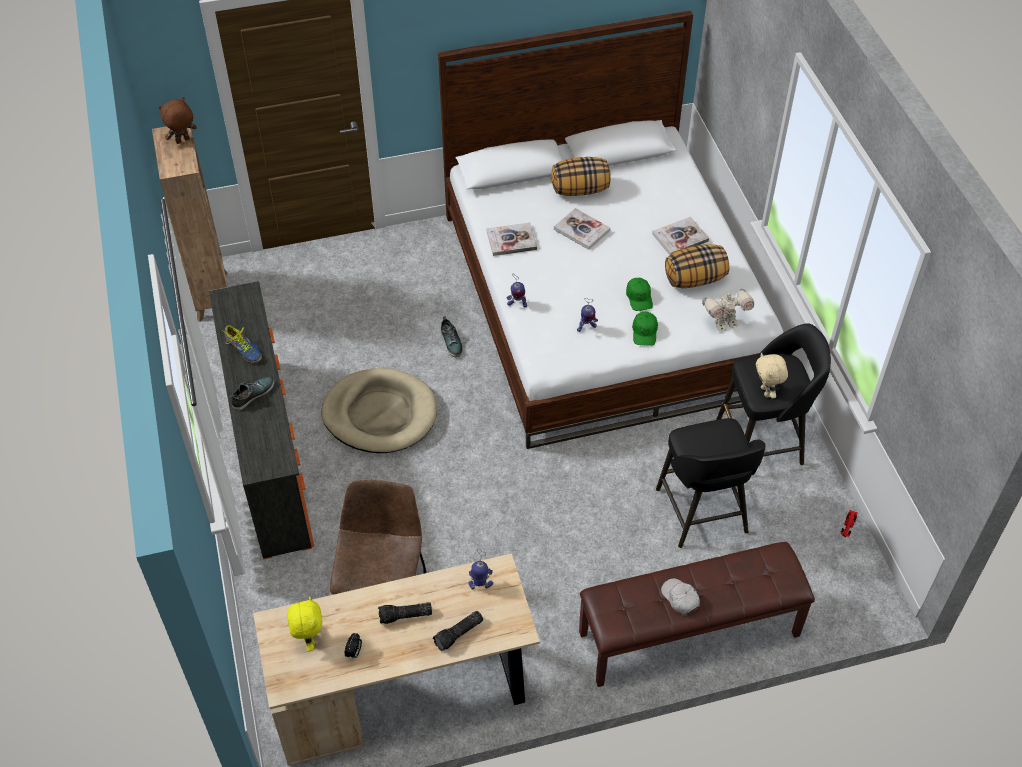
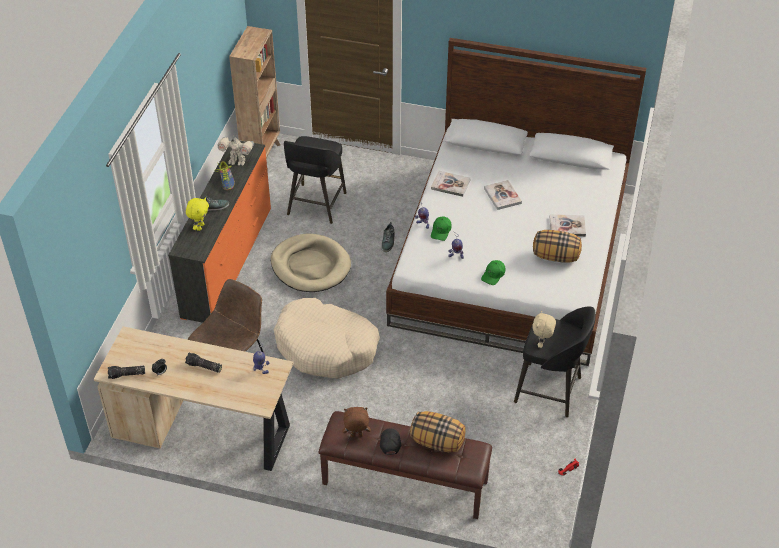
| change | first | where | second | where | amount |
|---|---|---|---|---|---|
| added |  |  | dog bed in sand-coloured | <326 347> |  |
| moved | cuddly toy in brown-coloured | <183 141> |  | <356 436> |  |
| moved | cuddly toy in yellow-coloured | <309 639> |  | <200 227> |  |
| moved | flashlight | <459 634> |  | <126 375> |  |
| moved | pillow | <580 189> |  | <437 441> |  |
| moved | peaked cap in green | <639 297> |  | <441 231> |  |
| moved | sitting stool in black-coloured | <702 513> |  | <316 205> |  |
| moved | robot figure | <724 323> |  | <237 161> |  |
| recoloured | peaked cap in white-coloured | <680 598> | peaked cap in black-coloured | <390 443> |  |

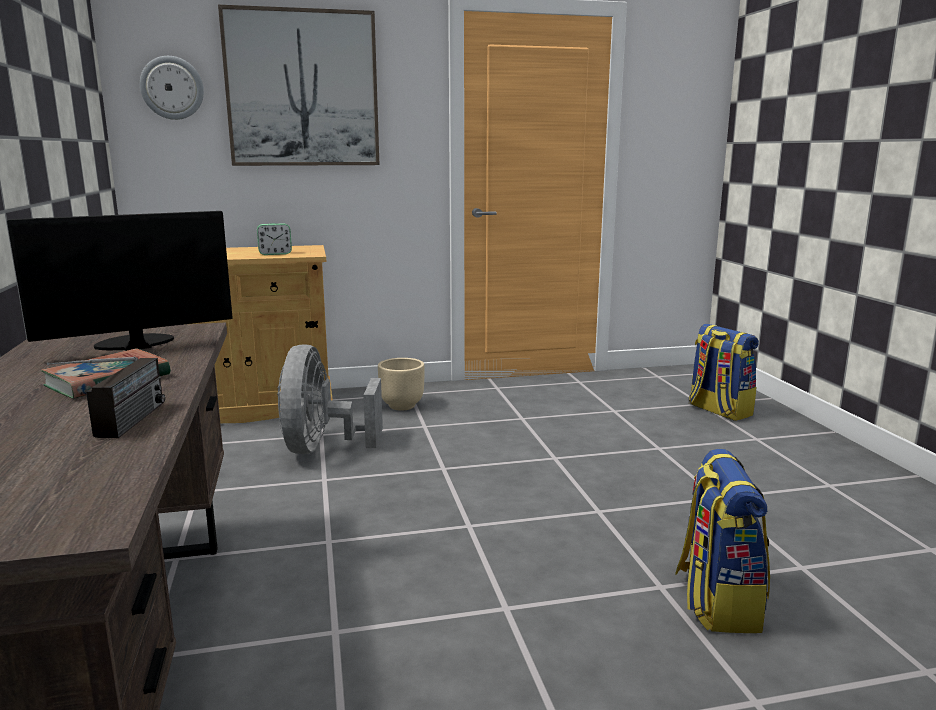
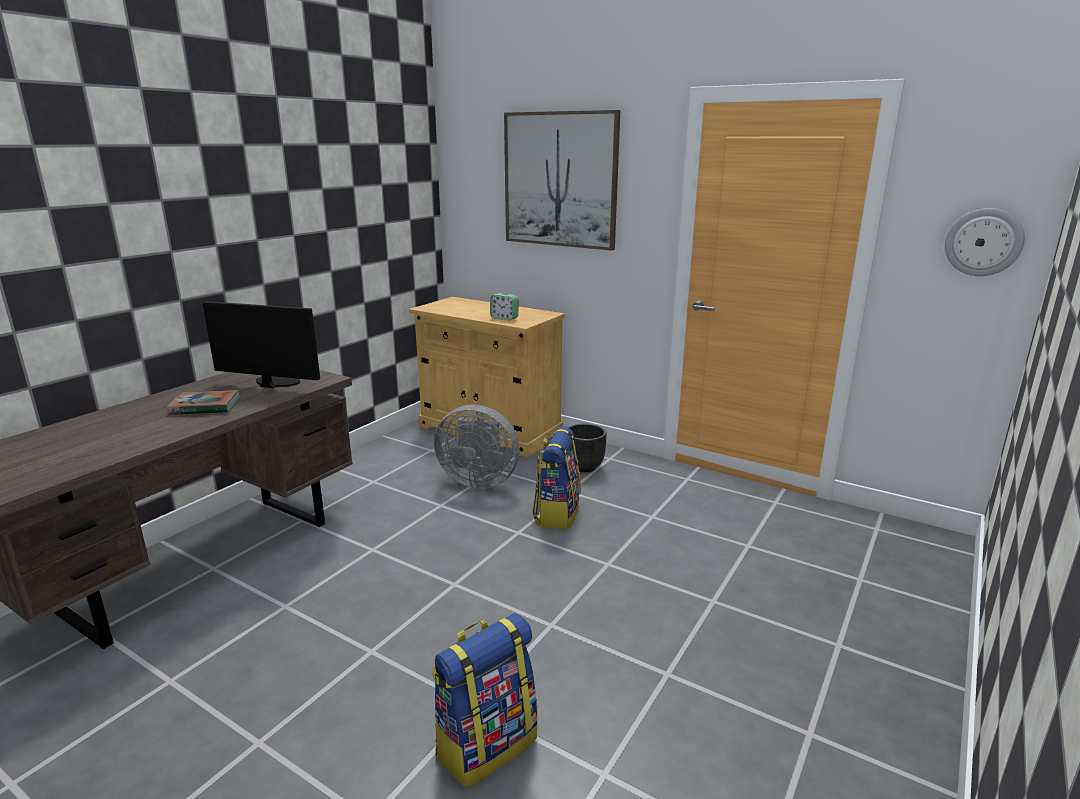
| change | first | where | second | where | amount |
|---|---|---|---|---|---|
| removed | radio | <120 429> |  |  |  |
| moved | hanging clock | <172 88> |  | <983 242> |  |
| moved | rucksack | <718 410> |  | <556 513> |  |
| recoloured | planter in sand-coloured | <401 406> | planter in black-coloured | <584 467> |  |
| turned | cooling fan in gray | <322 448> |  | <478 480> | 120 degrees counterclockwise |

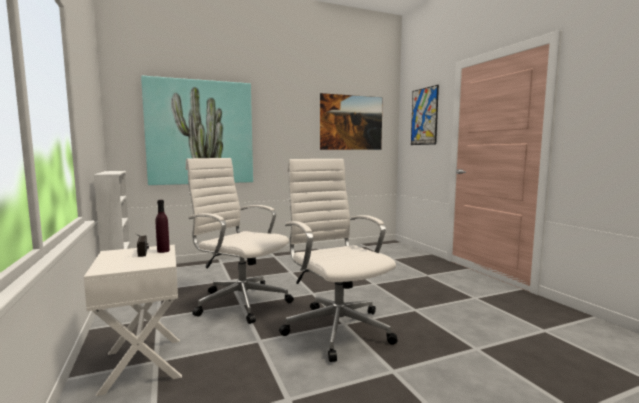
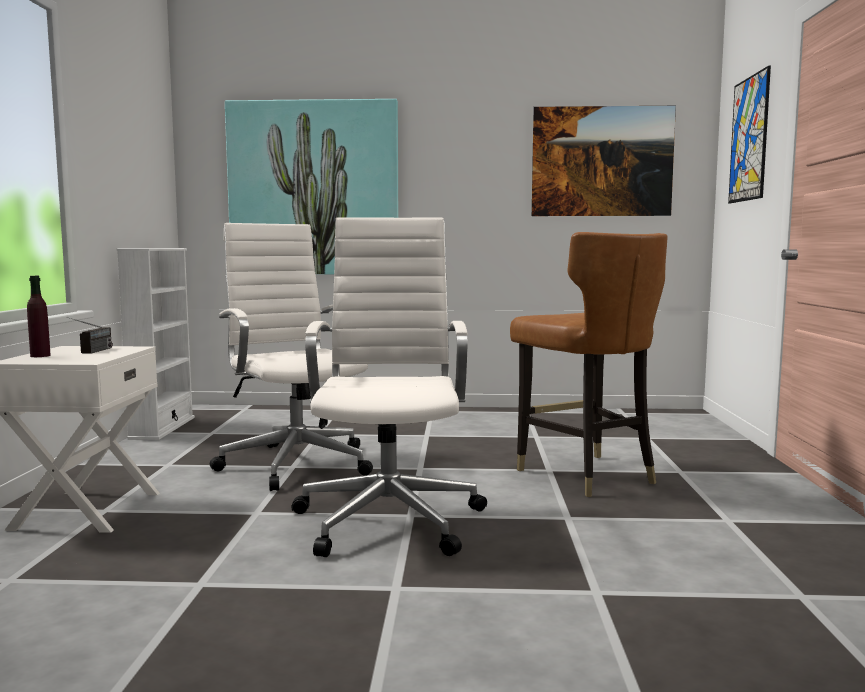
| change | first | where | second | where | amount |
|---|---|---|---|---|---|
| added |  |  | upright chair in brown-coloured | <585 475> |  |
| moved | bottle in purplish | <163 251> |  | <40 356> |  |

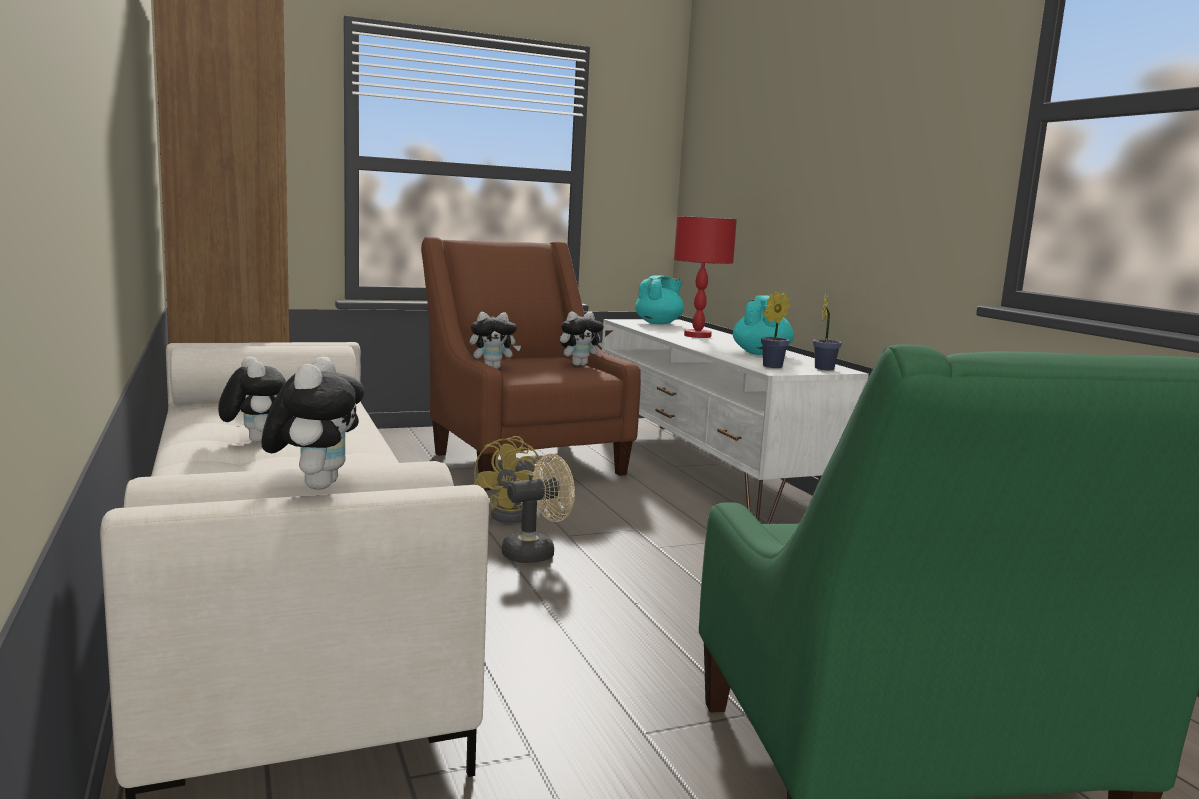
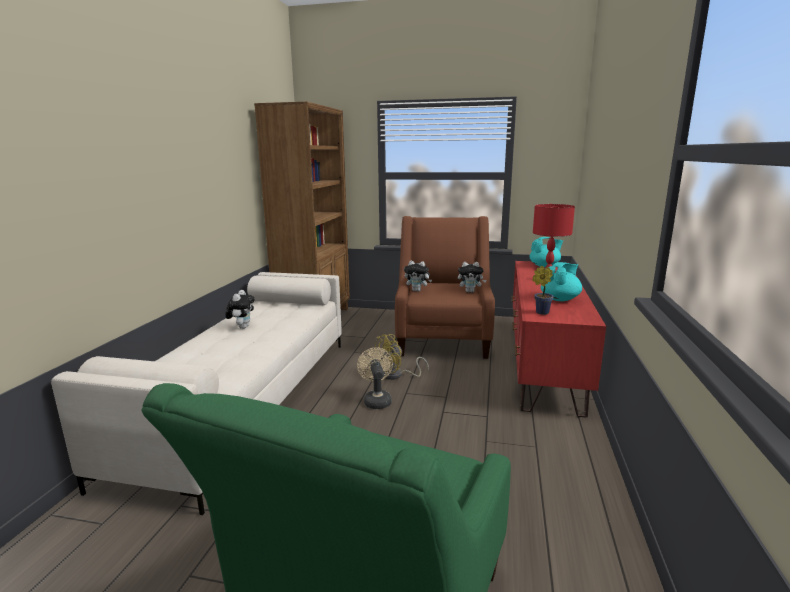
| change | first | where | second | where | amount |
|---|---|---|---|---|---|
| removed | cuddly toy | <315 485> |  |  |  |
| removed | plant in a pot | <824 368> |  |  |  |
| recoloured | tv stand in white-coloured | <705 469> | tv stand in reddish | <543 362> |  |
| turned | cooling fan in sand-coloured | <536 552> |  | <376 400> | 105 degrees counterclockwise |

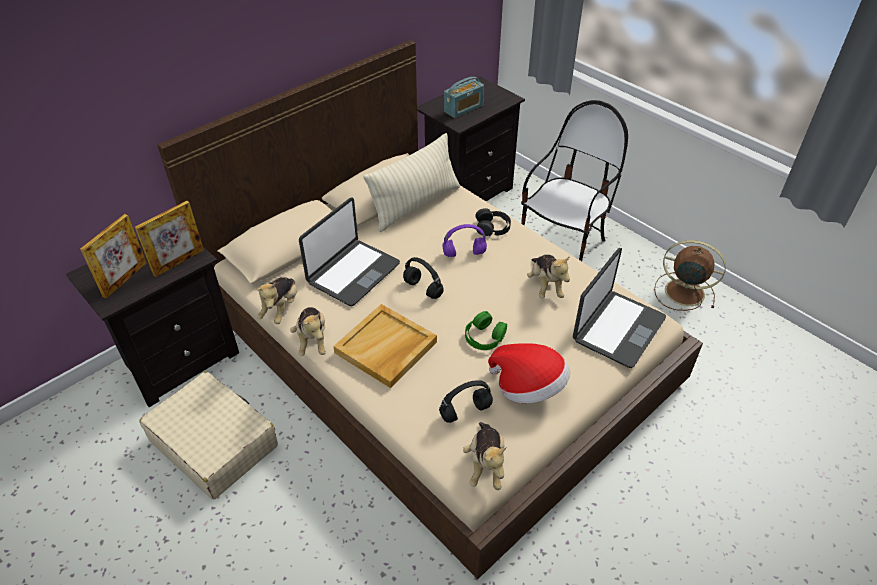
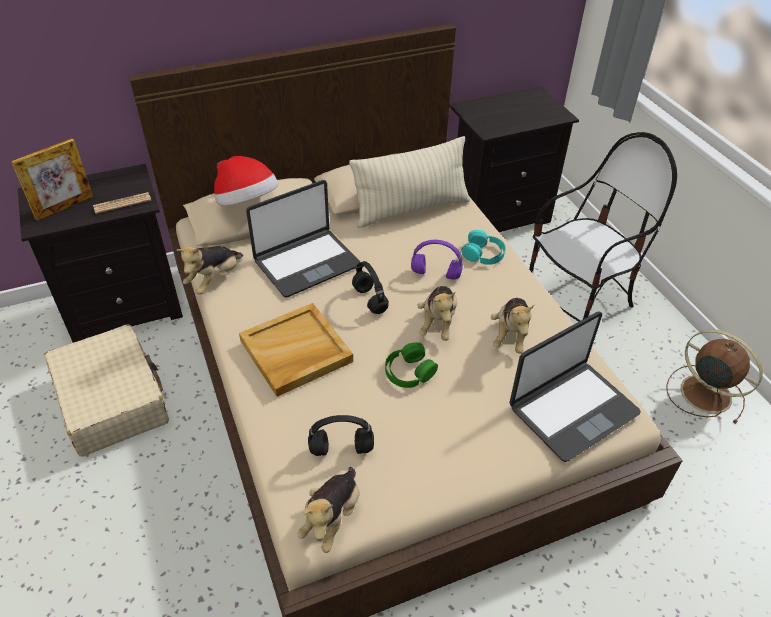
| change | first | where | second | where | amount |
|---|---|---|---|---|---|
| removed | radio | <463 108> |  |  |  |
| moved | cuddly toy | <312 340> |  | <437 323> |  |
| moved | clothing hat | <528 387> |  | <247 203> |  |
| replaced | photo frame | <179 262> | daily paper | <122 203> |  |
| recoloured | headset in black-coloured | <492 227> | headset in turquoise-coloured | <483 254> |  |

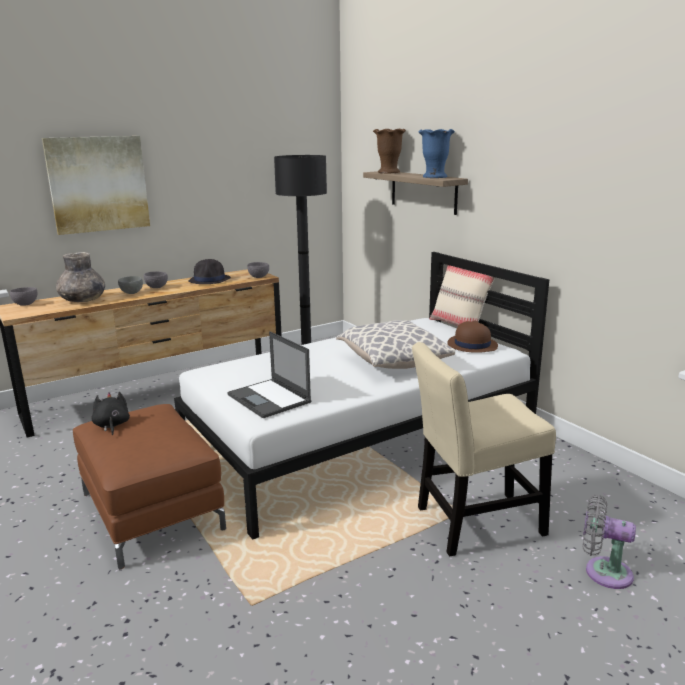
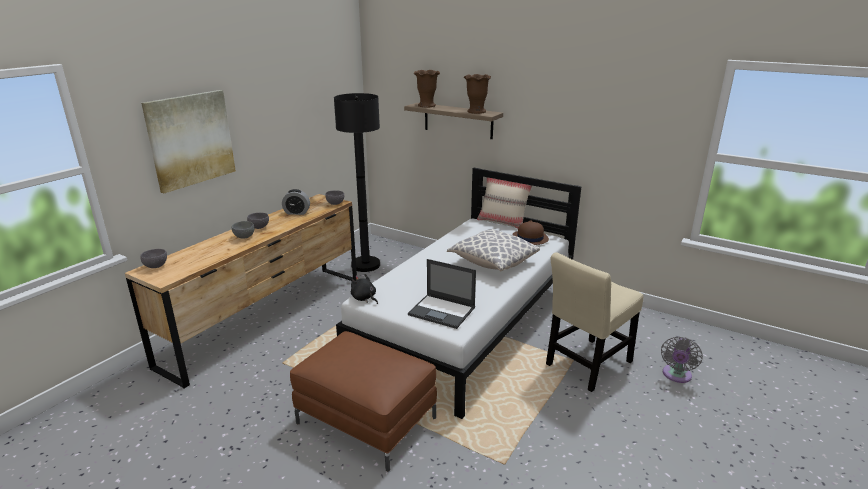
| change | first | where | second | where | amount |
|---|---|---|---|---|---|
| removed | decorative vase in gray | <82 300> |  |  |  |
| moved | cuddly toy in black-coloured | <111 425> |  | <364 298> |  |
| replaced | clothing hat in black-coloured | <210 280> | bedside clock | <297 212> |  |
| recoloured | decorative vase in blue-coloured | <434 177> | decorative vase in brown-coloured | <476 111> |  |
| turned | cooling fan in gray | <603 572> |  | <676 376> | 60 degrees counterclockwise |

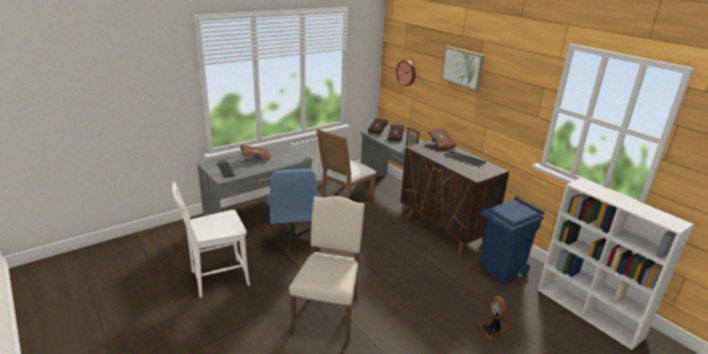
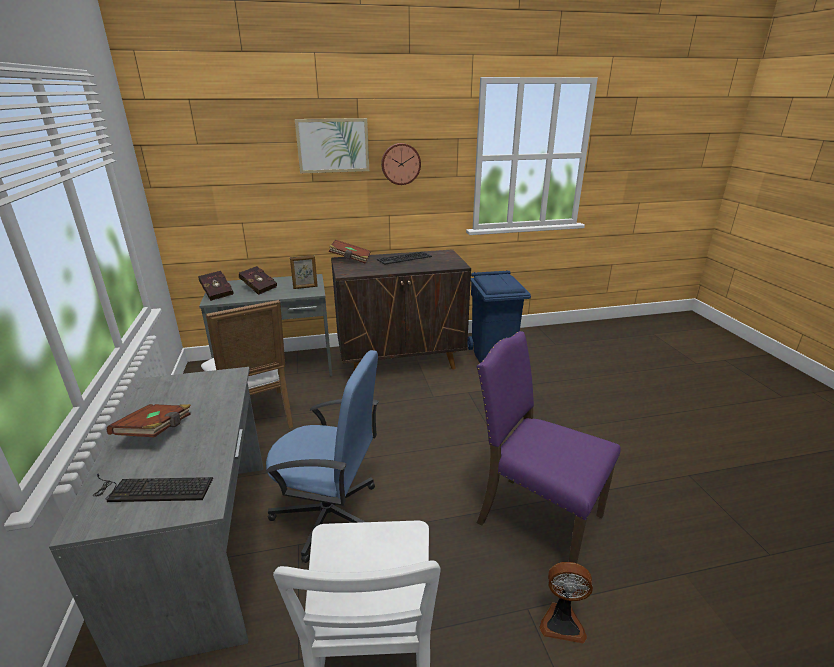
| change | first | where | second | where | amount |
|---|---|---|---|---|---|
| removed | bookshelf in white-coloured | <589 313> |  |  |  |
| moved | hanging clock | <407 72> |  | <400 164> |  |
| moved | cooling fan | <491 331> |  | <562 621> |  |
| recoloured | upright chair in sand-coloured | <328 313> | upright chair in purplish | <536 519> |  |

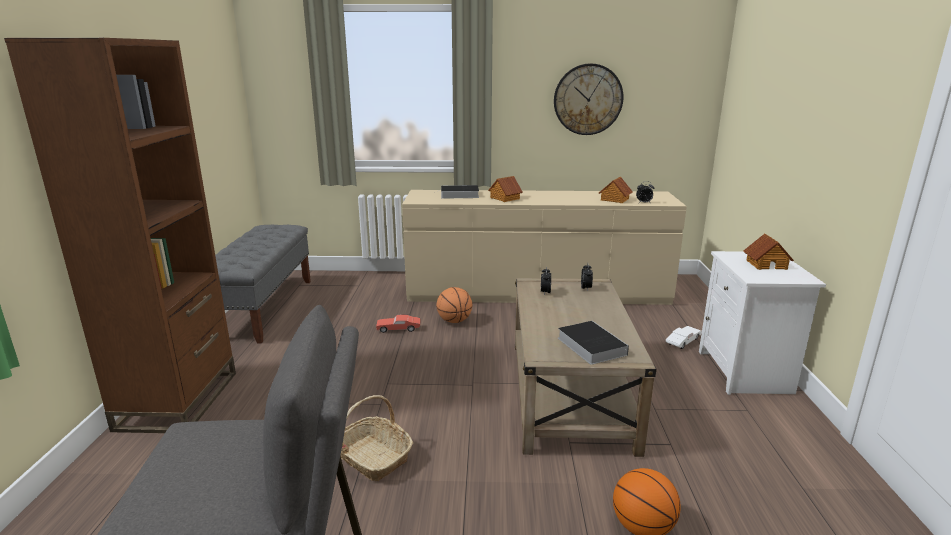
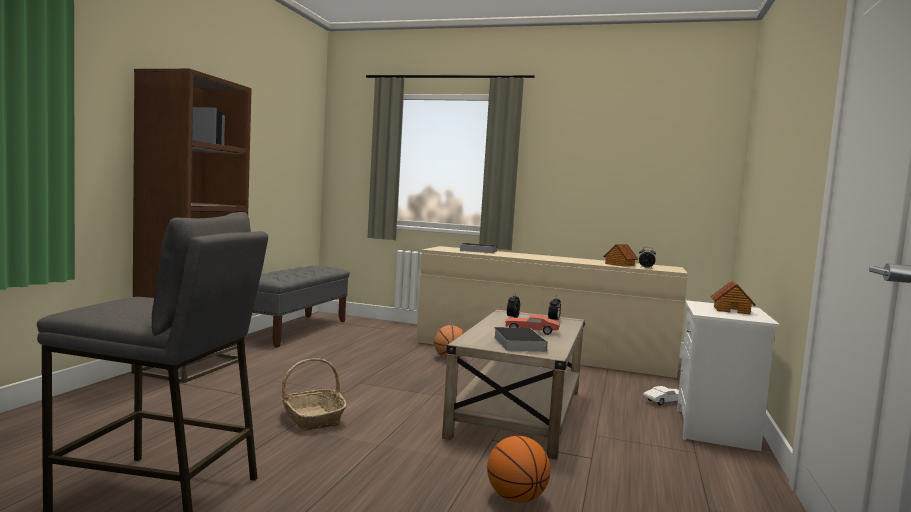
| change | first | where | second | where | amount |
|---|---|---|---|---|---|
| removed | model house | <504 198> |  |  |  |
| removed | hanging clock | <588 99> |  |  |  |
| moved | miniature car in reddish | <398 329> |  | <532 331> |  |

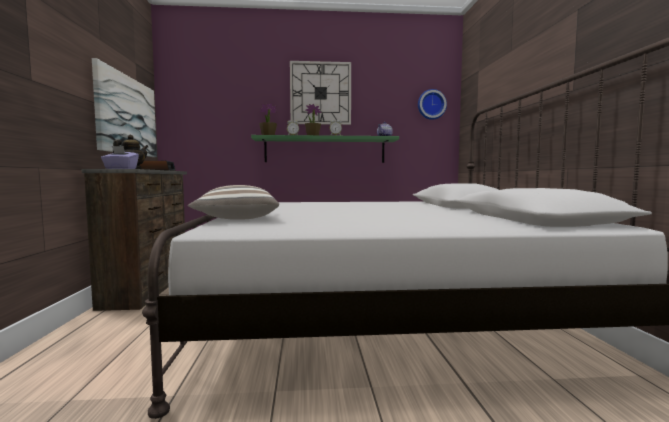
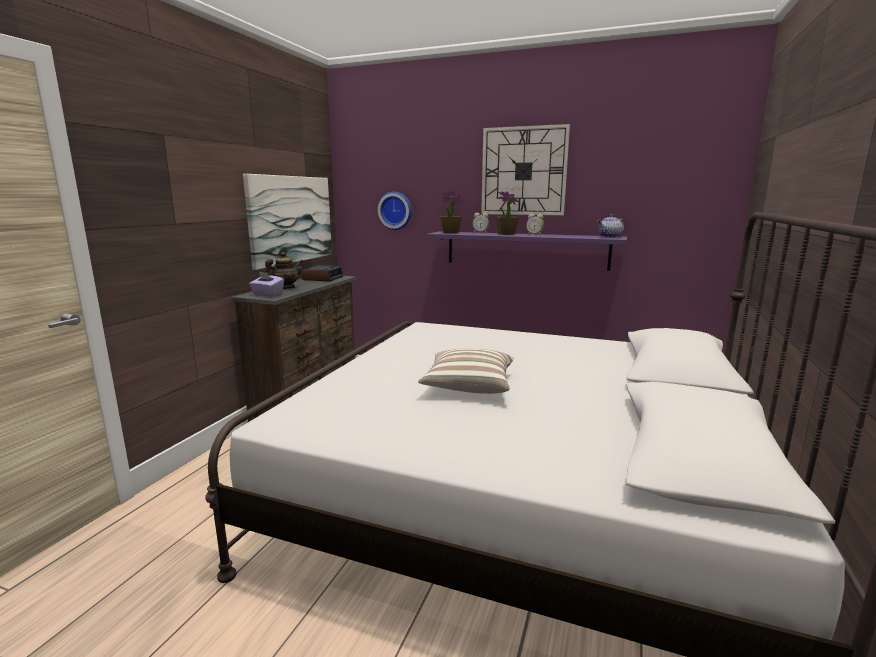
| change | first | where | second | where | amount |
|---|---|---|---|---|---|
| moved | pillow | <236 219> |  | <468 386> |  |
| moved | hanging clock | <431 105> |  | <396 210> |  |
| recoloured | wall shelf in green | <325 150> | wall shelf in purplish | <526 250> |  |

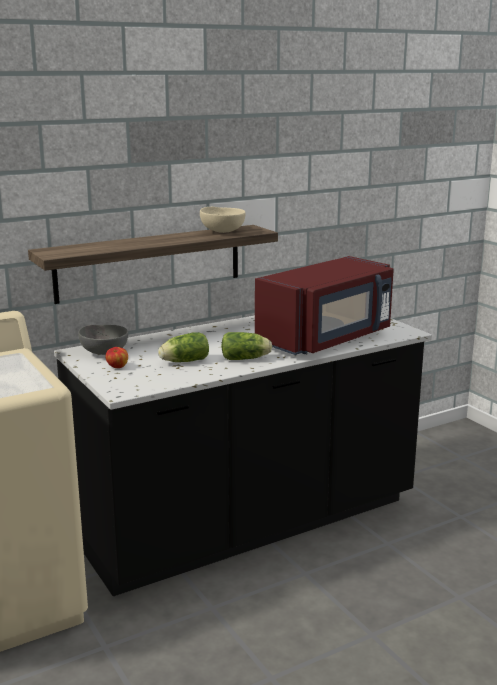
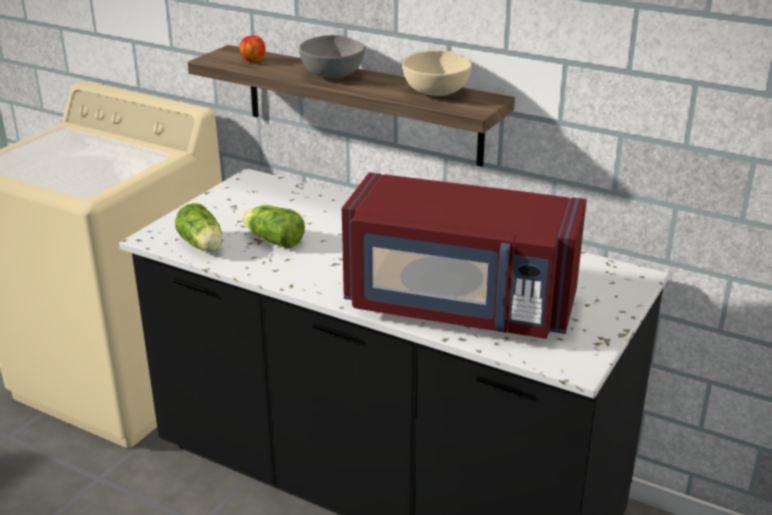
| change | first | where | second | where | amount |
|---|---|---|---|---|---|
| moved | bowl in gray | <104 352> |  | <334 75> |  |
| moved | apple fruit | <117 367> |  | <253 61> |  |
| moved | lettuce head | <246 358> |  | <202 246> |  |

